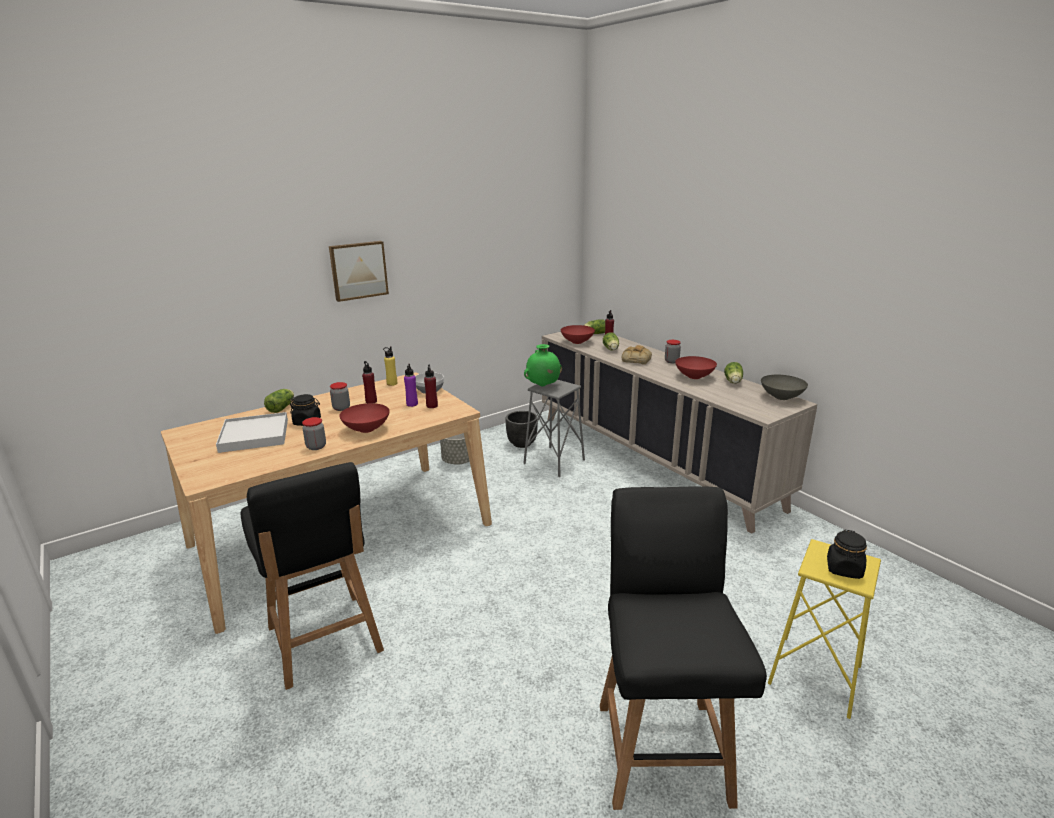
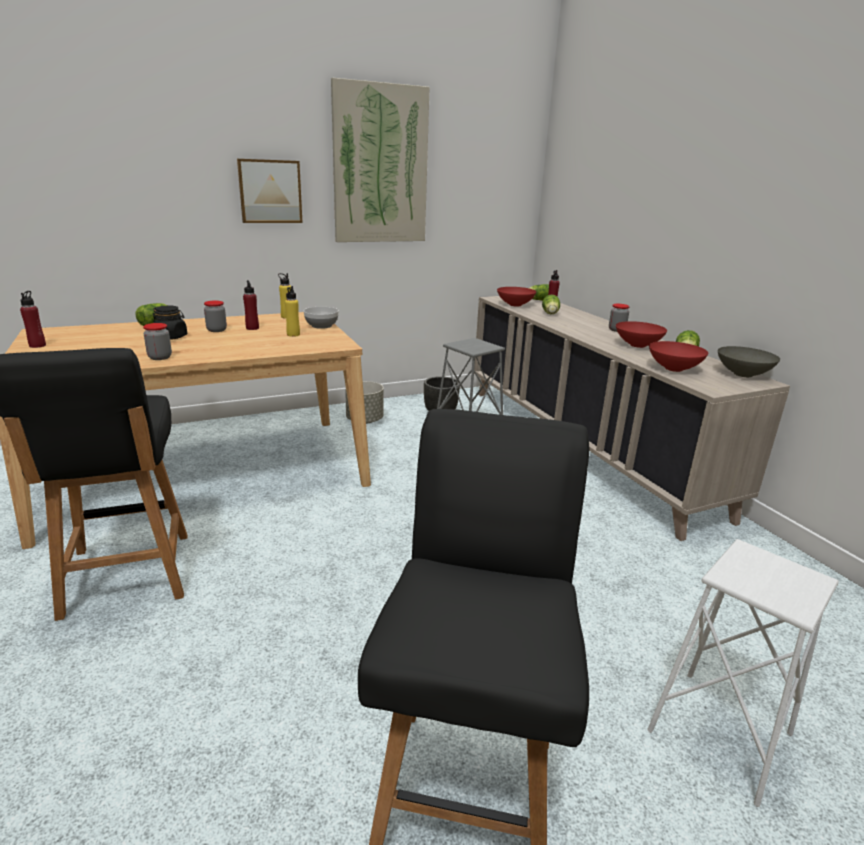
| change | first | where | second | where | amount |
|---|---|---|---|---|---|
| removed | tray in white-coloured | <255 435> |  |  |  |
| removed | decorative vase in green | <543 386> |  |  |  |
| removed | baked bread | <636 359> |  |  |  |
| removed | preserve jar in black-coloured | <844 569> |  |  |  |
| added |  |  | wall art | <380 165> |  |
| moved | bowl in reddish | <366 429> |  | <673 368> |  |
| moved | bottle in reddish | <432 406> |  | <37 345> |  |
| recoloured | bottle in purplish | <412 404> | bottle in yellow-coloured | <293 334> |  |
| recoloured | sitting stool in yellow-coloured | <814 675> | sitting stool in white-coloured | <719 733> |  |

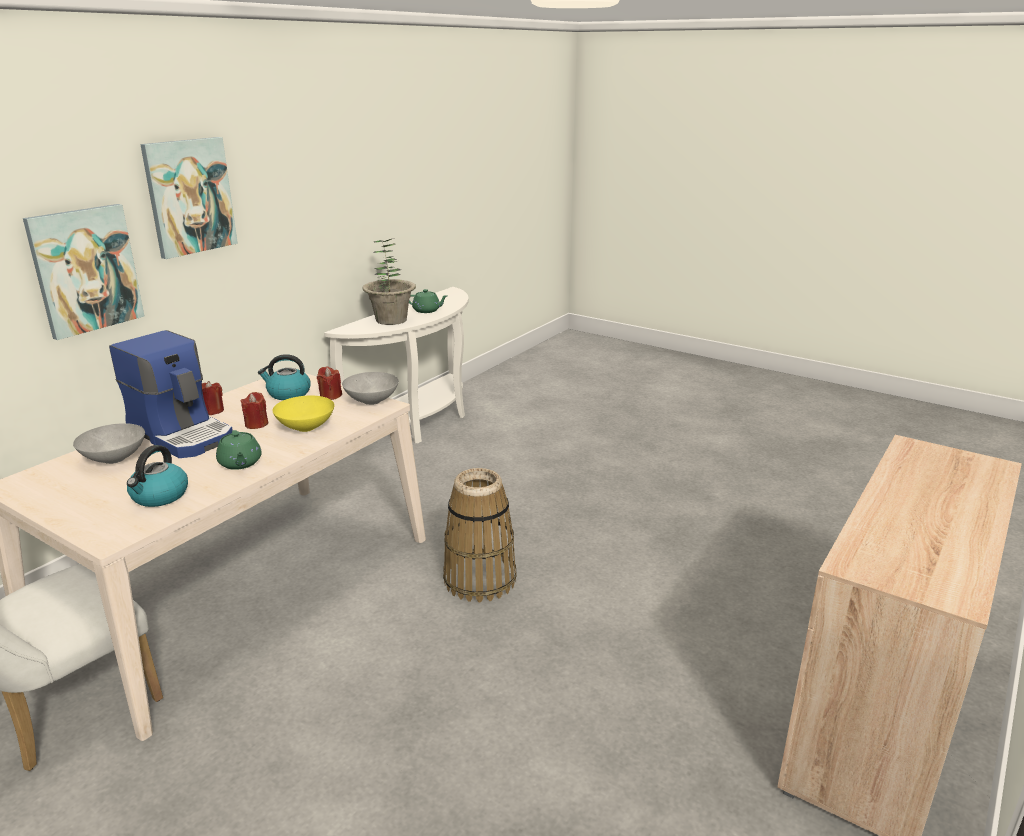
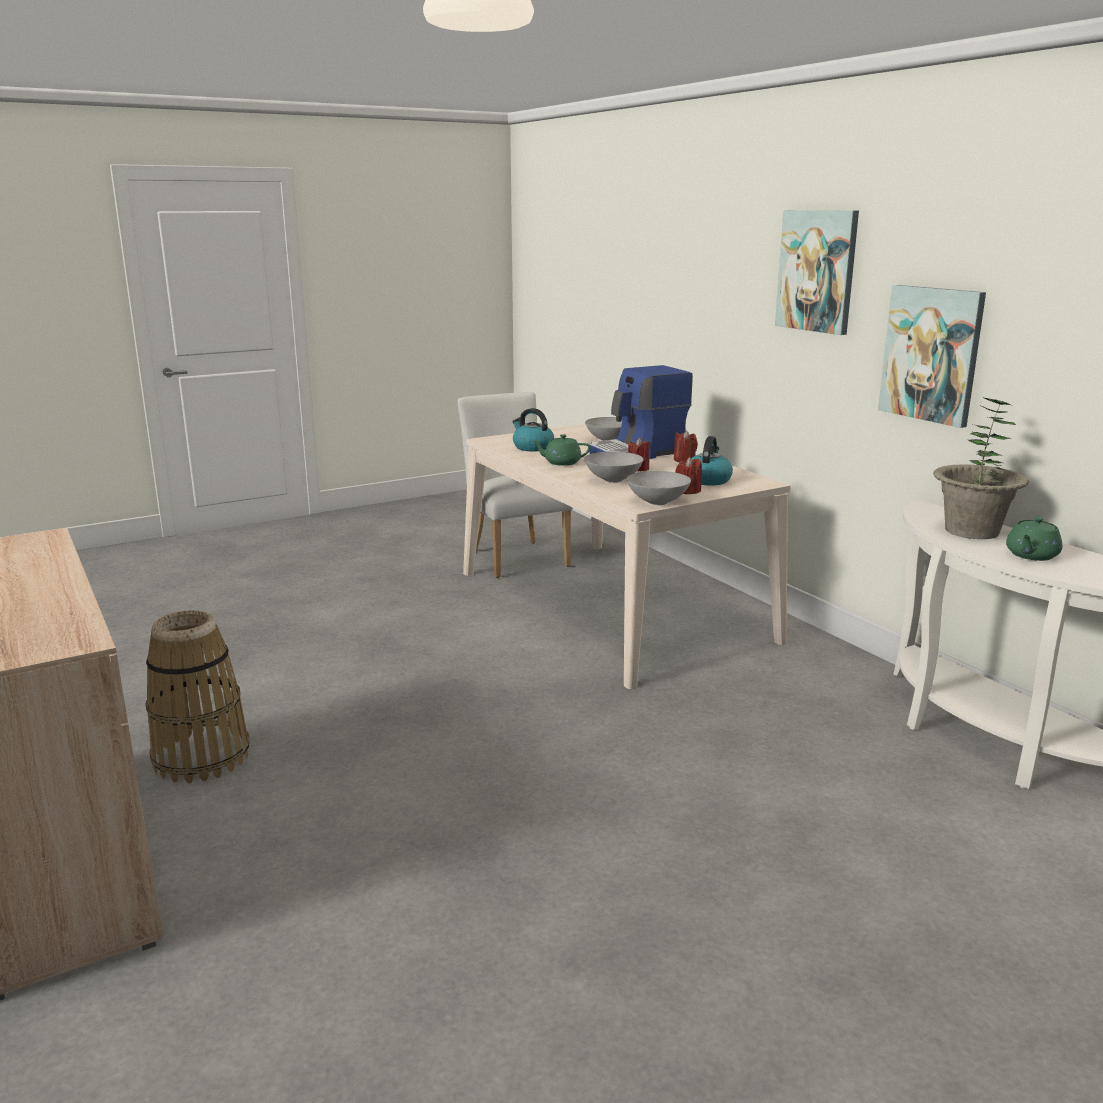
| change | first | where | second | where | amount |
|---|---|---|---|---|---|
| moved | wall art | <85 270> |  | <931 354> |  |
| moved | storage basket | <479 579> |  | <202 757> |  |
| recoloured | bowl in yellow-coloured | <307 427> | bowl in gray | <613 480> |  |

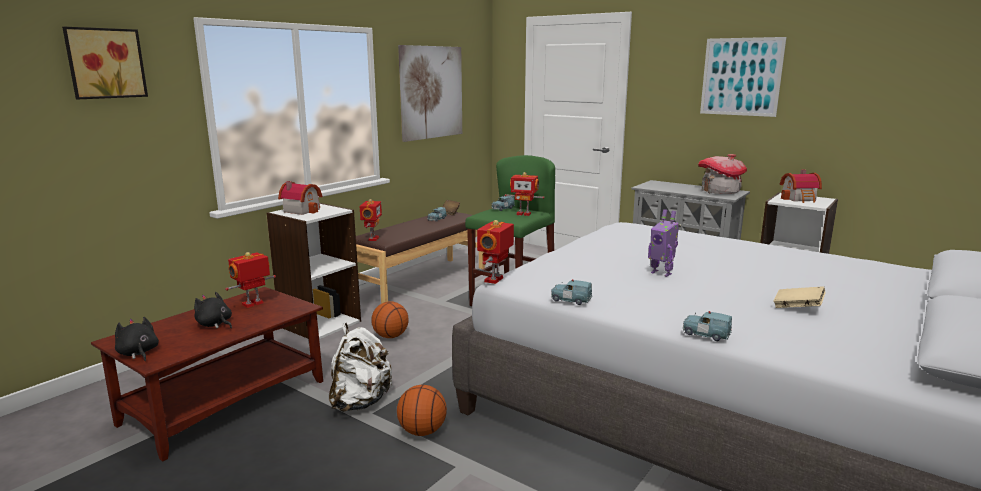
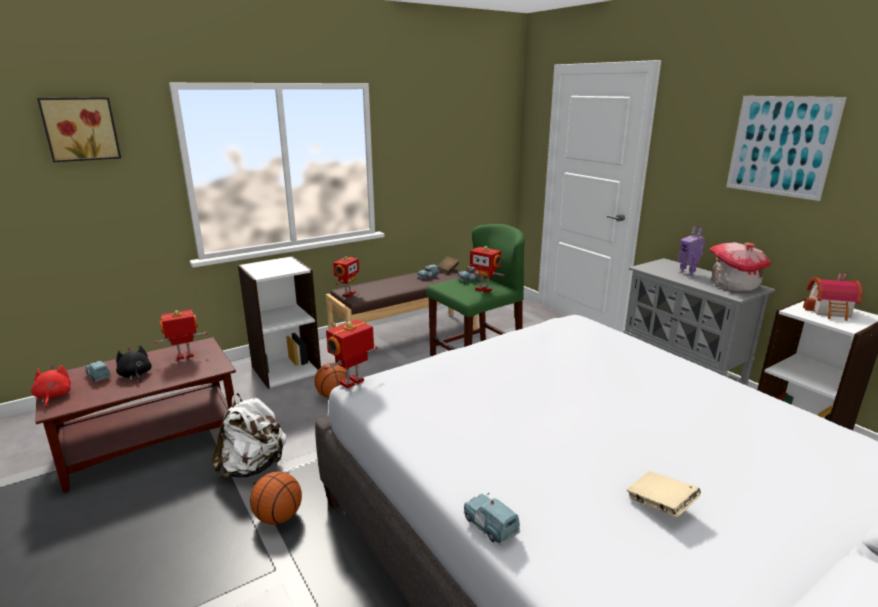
| change | first | where | second | where | amount |
|---|---|---|---|---|---|
| removed | model house | <302 210> |  |  |  |
| removed | wall art | <431 92> |  |  |  |
| moved | miniature car in blue-coloured | <570 300> |  | <99 376> |  |
| moved | robot figure | <661 273> |  | <687 273> |  |
| recoloured | cuddly toy in black-coloured | <138 353> | cuddly toy in reddish | <53 396> |  |

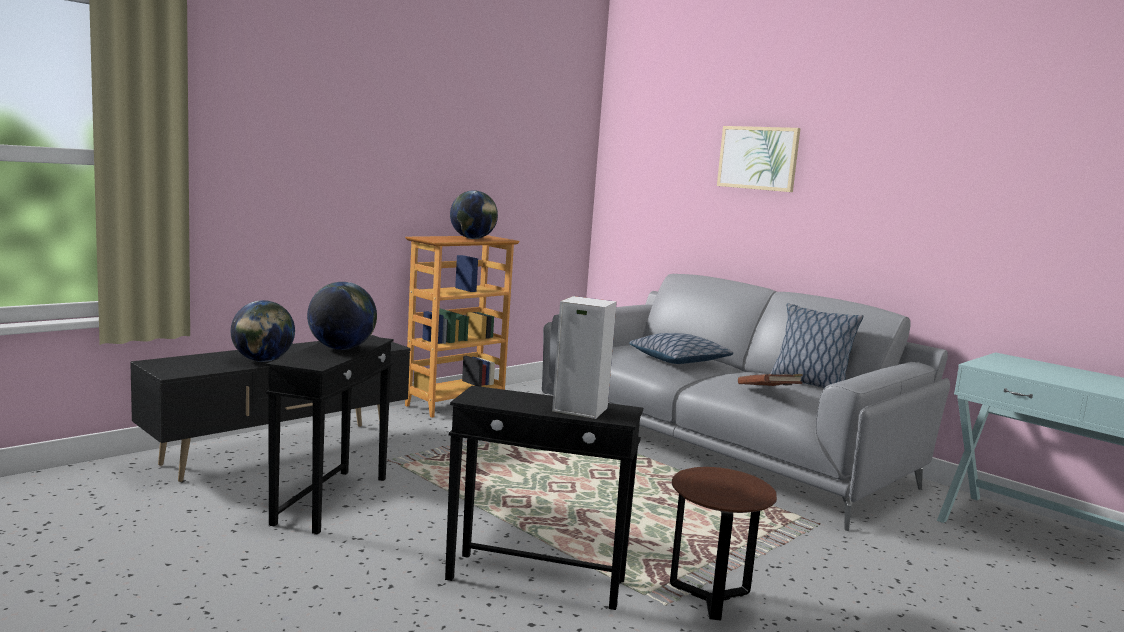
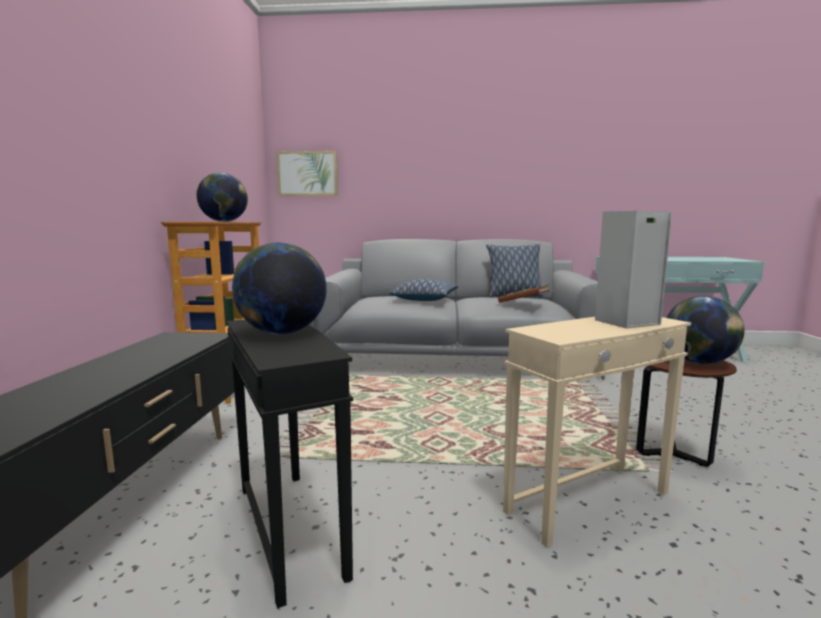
| change | first | where | second | where | amount |
|---|---|---|---|---|---|
| moved | desk globe | <262 361> |  | <699 362> |  |
| moved | wall art | <758 158> |  | <308 174> |  |
| recoloured | end table in black-coloured | <536 581> | end table in sand-coloured | <589 502> |  |

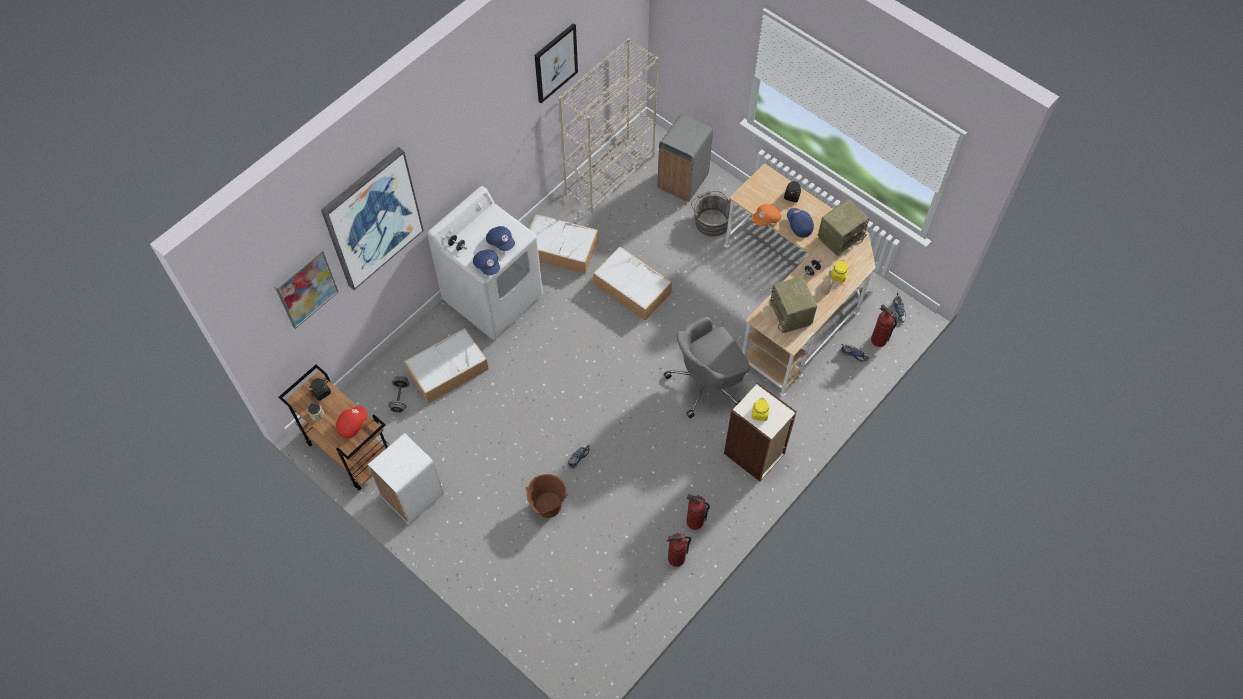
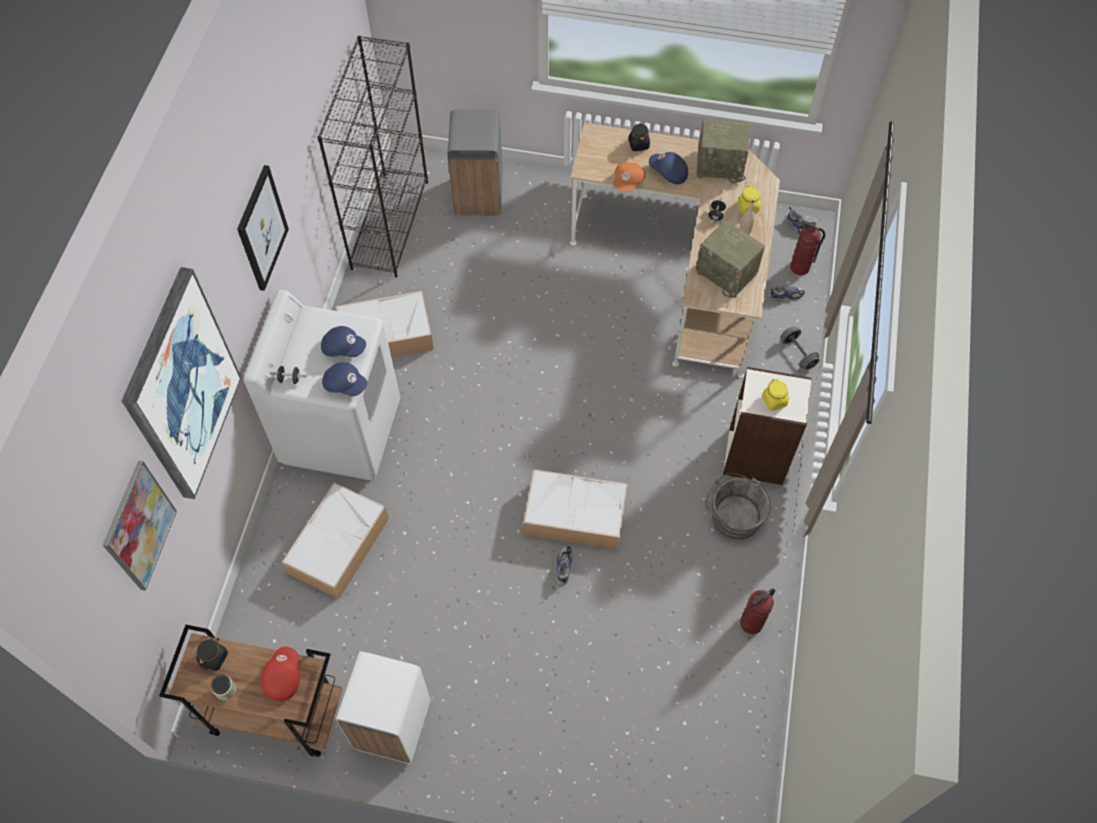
| change | first | where | second | where | amount |
|---|---|---|---|---|---|
| removed | pail in brown-coloured | <547 505> |  |  |  |
| removed | desk chair in gray | <707 383> |  |  |  |
| removed | fire-fighting cylinder | <694 522> |  |  |  |
| moved | dumbbell in gray | <400 398> |  | <798 353> |  |
| moved | wall art | <555 63> |  | <261 228> |  |
| moved | storage box | <631 288> |  | <573 515> |  |
| moved | pail in gray | <711 220> |  | <733 515> |  |
| recoloured | bookshelf in sand-coloured | <610 174> | bookshelf in black-coloured | <389 224> |  |
| turned | radio | <840 237> |  | <720 165> | 75 degrees clockwise |

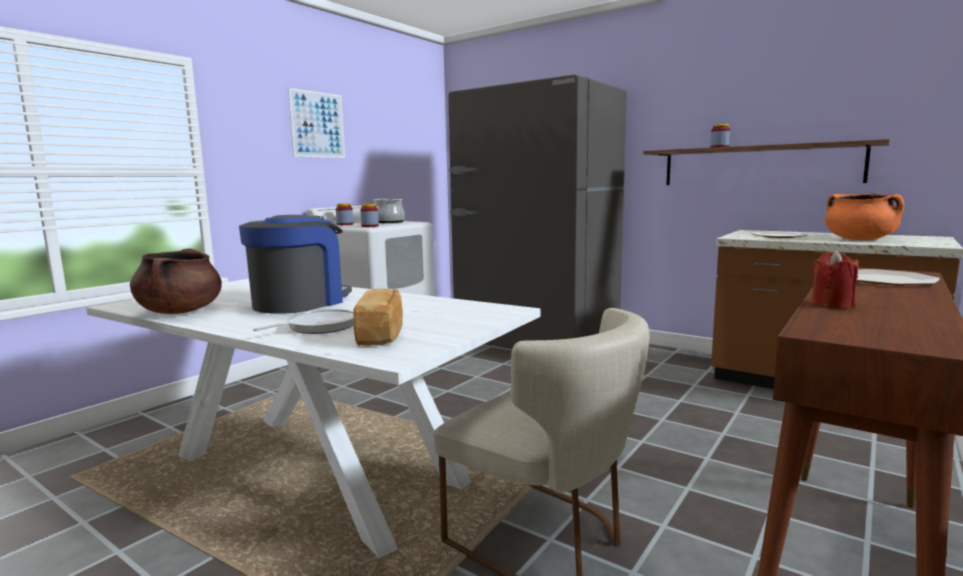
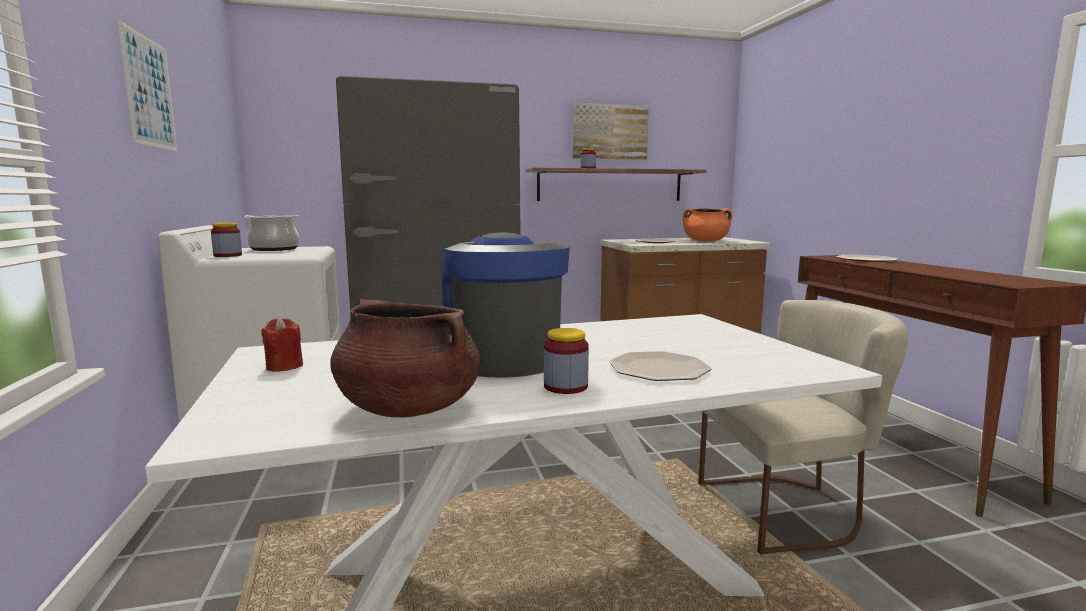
| change | first | where | second | where | amount |
|---|---|---|---|---|---|
| removed | baked bread | <382 334> |  |  |  |
| added |  |  | wall art | <609 132> |  |
| moved | preserve jar | <370 226> |  | <565 386> |  |
| moved | wax candle in reddish | <832 304> |  | <284 366> |  |
| replaced | skillet | <318 327> | dinner plate | <658 369> |  |

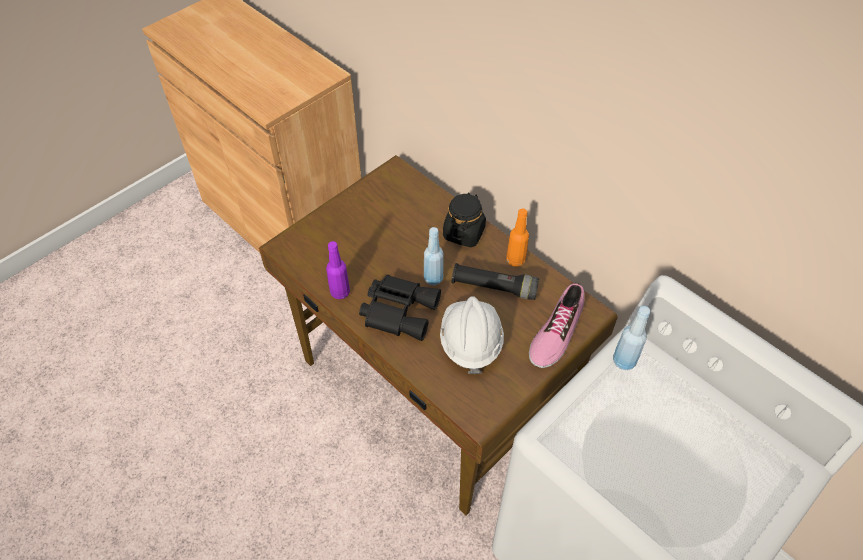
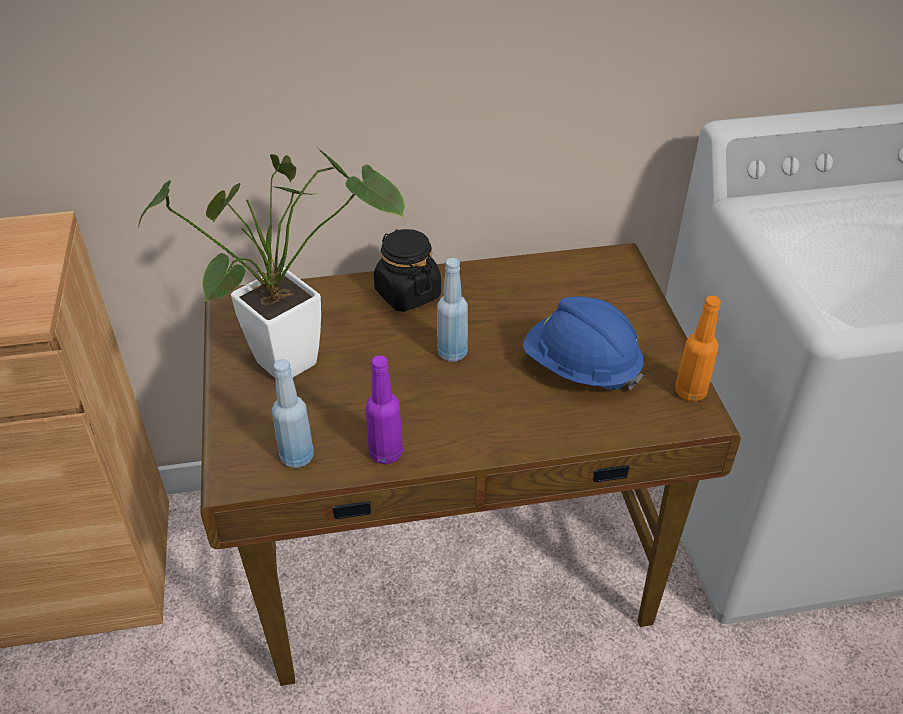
| change | first | where | second | where | amount |
|---|---|---|---|---|---|
| removed | binoculars in black-coloured | <399 310> |  |  |  |
| removed | flashlight in black-coloured | <494 287> |  |  |  |
| removed | shoe | <556 331> |  |  |  |
| added |  |  | plant in a pot | <299 357> |  |
| moved | bottle in orangey | <515 260> |  | <690 392> |  |
| moved | bottle in blue-coloured | <624 361> |  | <297 457> |  |
| recoloured | hard hat in white-coloured | <470 342> | hard hat in blue-coloured | <580 368> |  |

